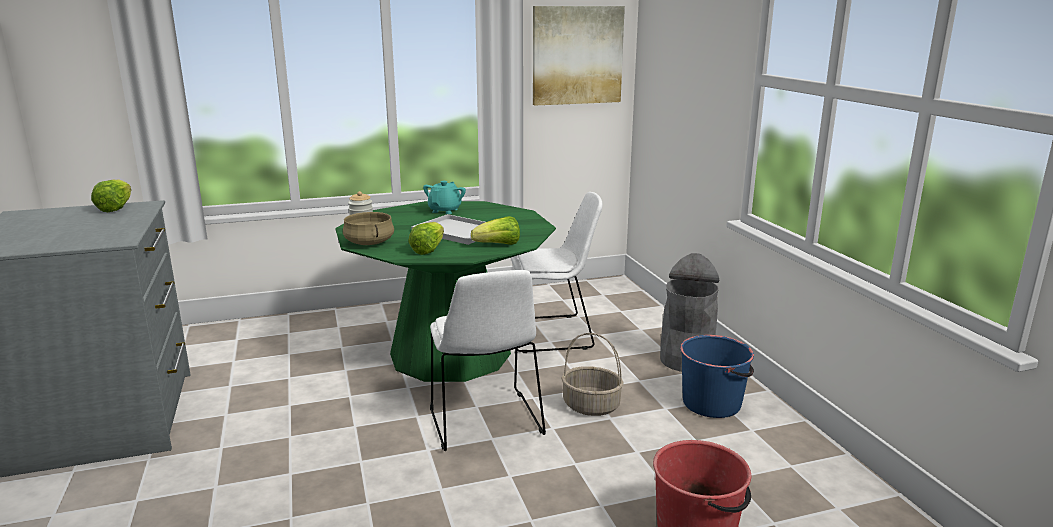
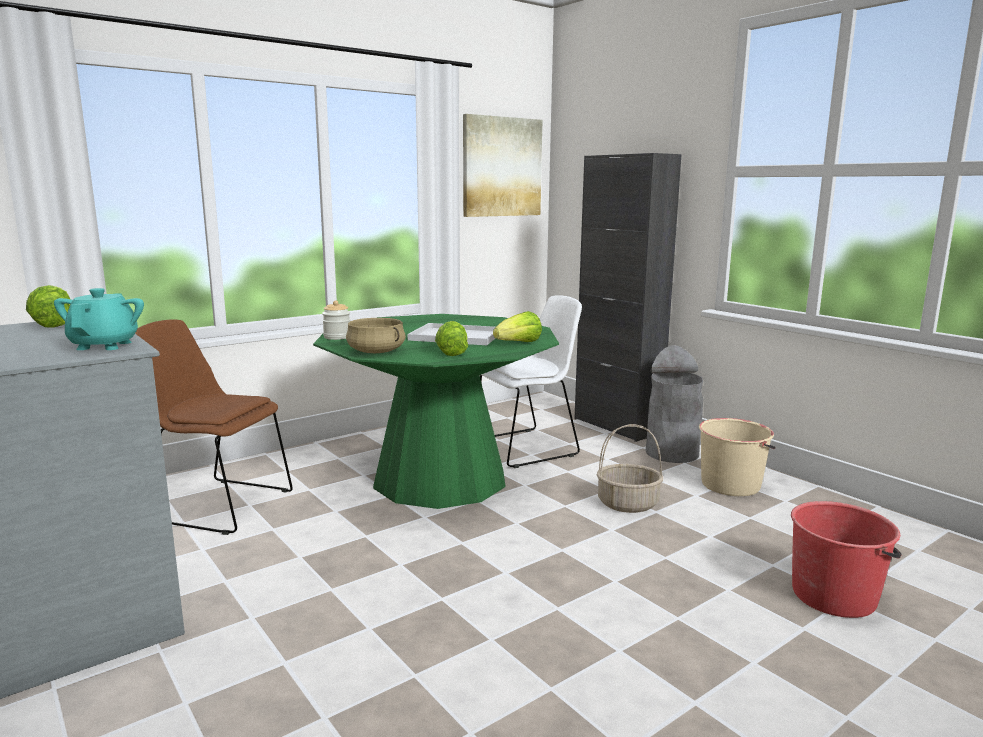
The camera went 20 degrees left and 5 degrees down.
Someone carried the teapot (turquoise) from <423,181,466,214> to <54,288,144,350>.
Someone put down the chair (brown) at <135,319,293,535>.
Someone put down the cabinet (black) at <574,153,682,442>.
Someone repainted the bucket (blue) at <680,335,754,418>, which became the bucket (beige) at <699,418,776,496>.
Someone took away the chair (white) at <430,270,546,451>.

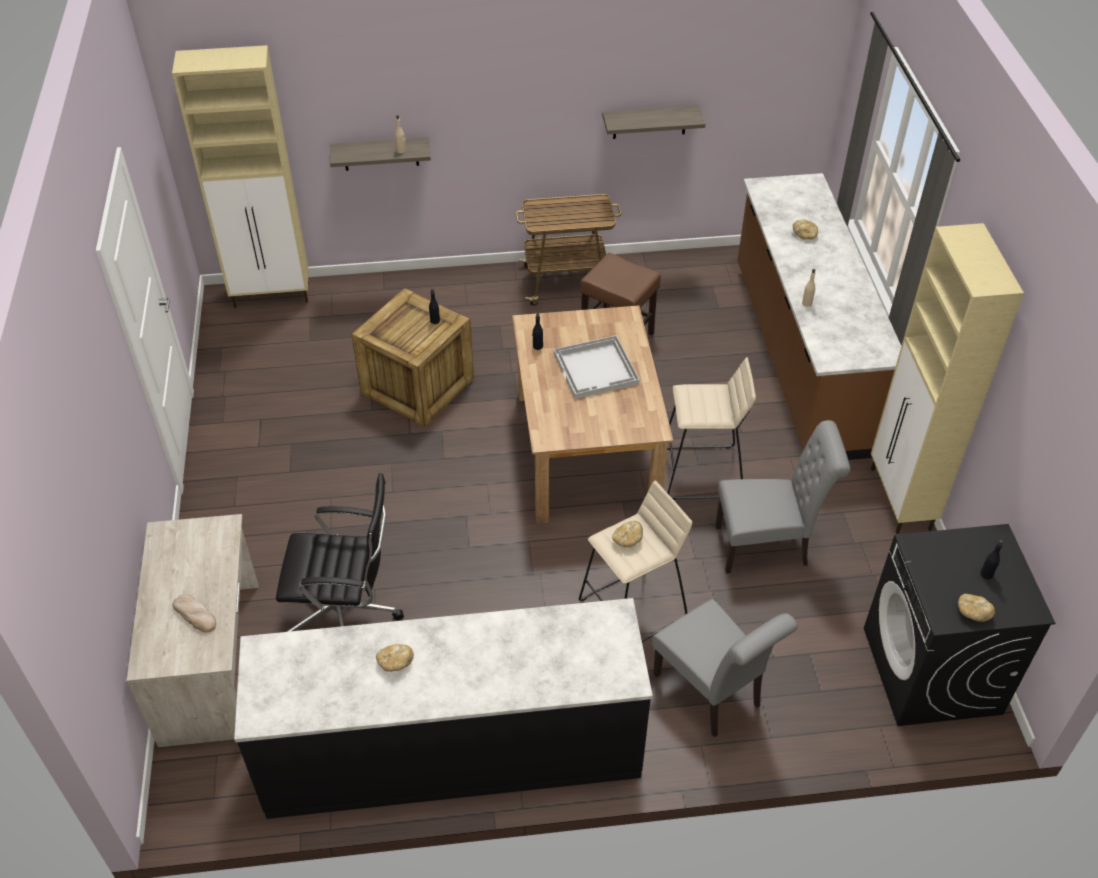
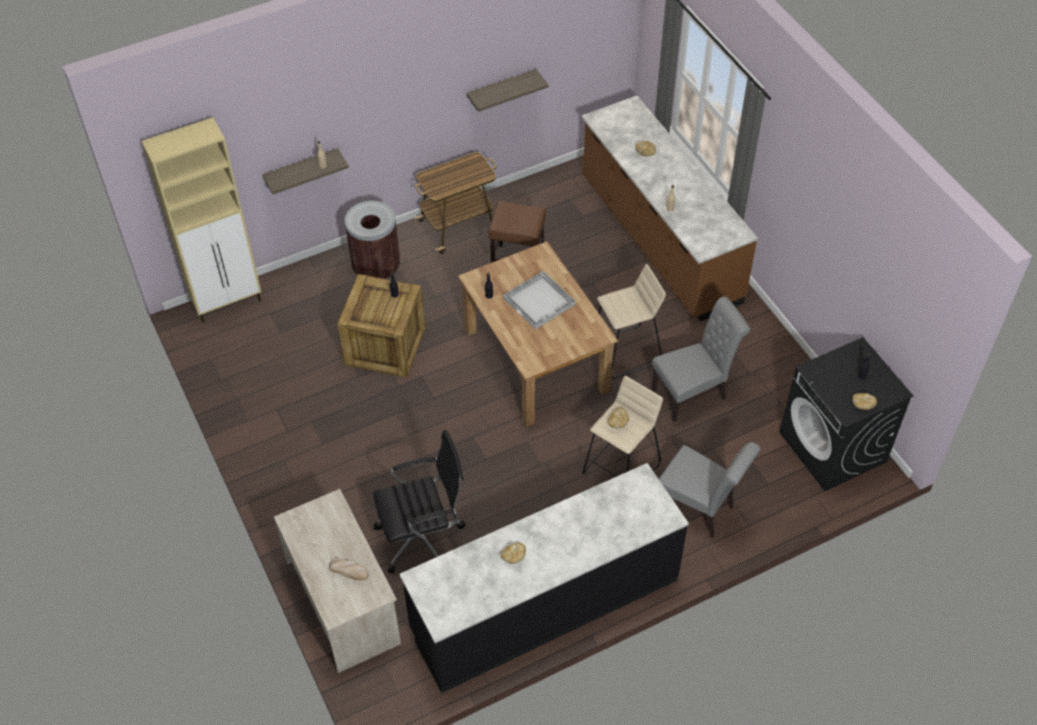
The camera went 20 degrees left and 5 degrees up.
Someone put down the trash can (brown) at <345,201,400,279>.
Someone took away the cabinet (beige) at <871,223,1024,534>.

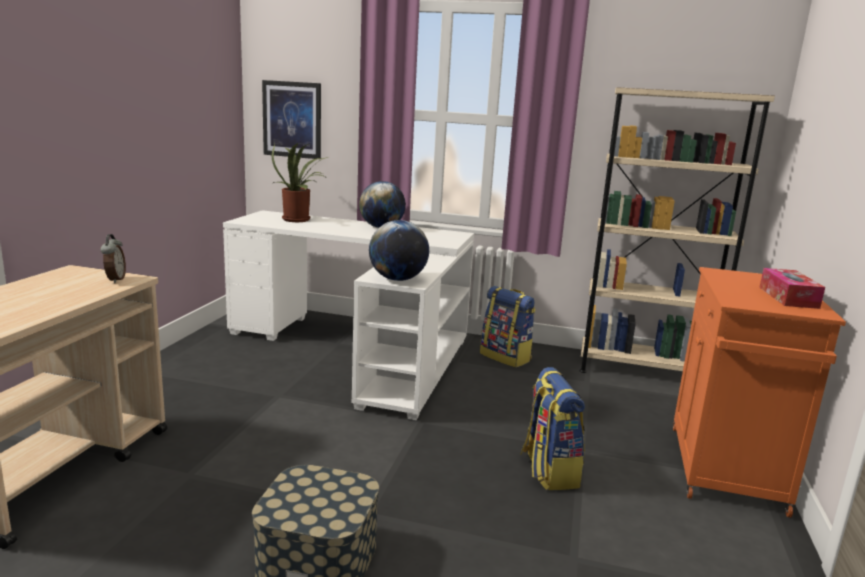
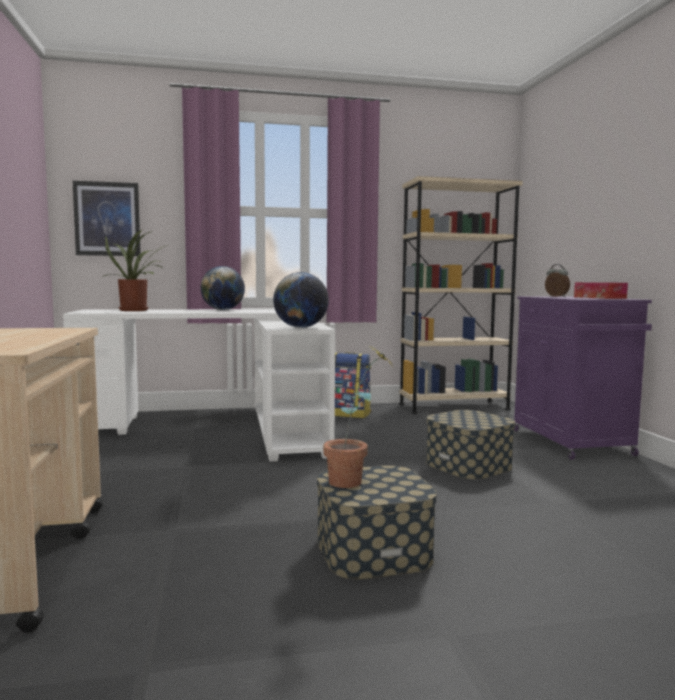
The camera went 25 degrees left and 10 degrees down.
Someone put down the potted plant at <323,346,392,488>.
Someone swapped the backpack at <520,367,585,490> for the storage box at <426,410,515,479>.
Someone repainted the cabinet (orange) at <673,267,846,518>, which became the cabinet (purple) at <514,296,652,460>.
Someone carried the alarm clock from <100,234,126,283> to <545,264,570,297>.

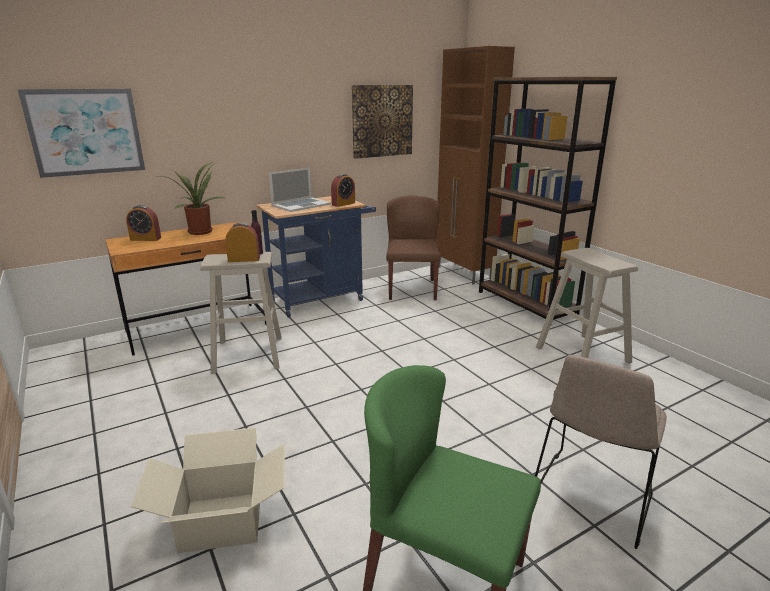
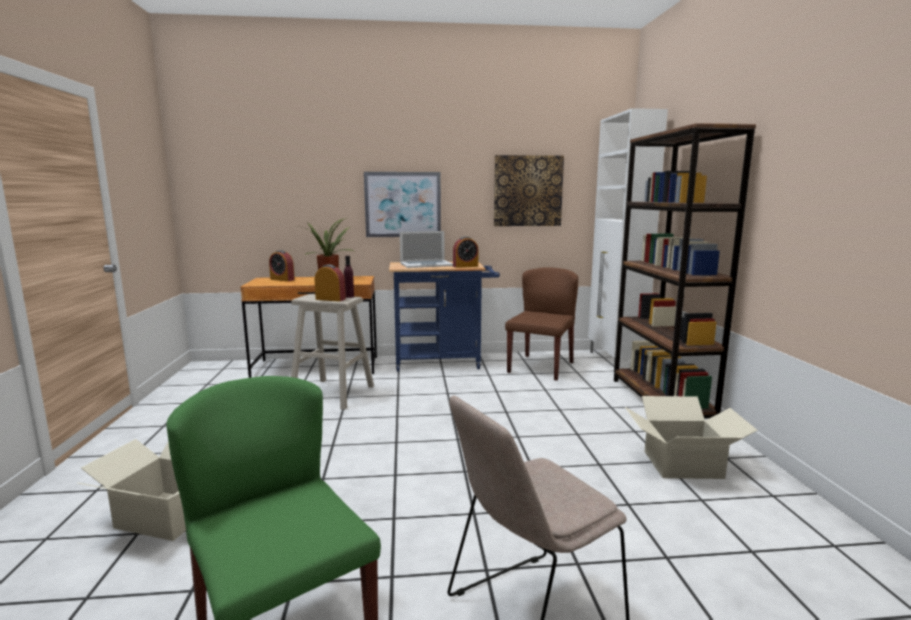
The camera went 25 degrees right and 10 degrees down.
Someone carried the picture from <18,89,145,178> to <364,172,441,237>.
Someone repainted the cabinet (brown) at <436,46,515,284>, which became the cabinet (white) at <588,108,668,369>.
Someone swapped the stool (beige) at <536,248,638,364> for the cardboard box at <625,396,758,479>.

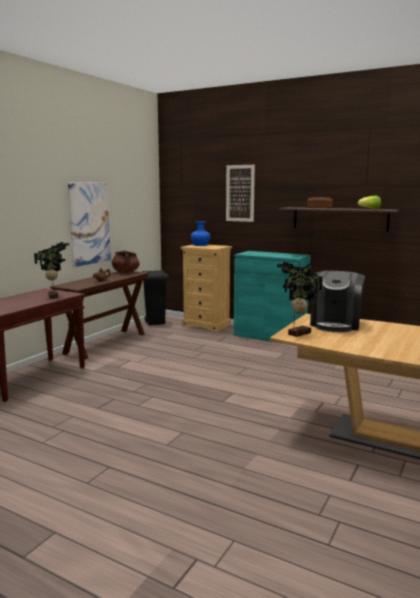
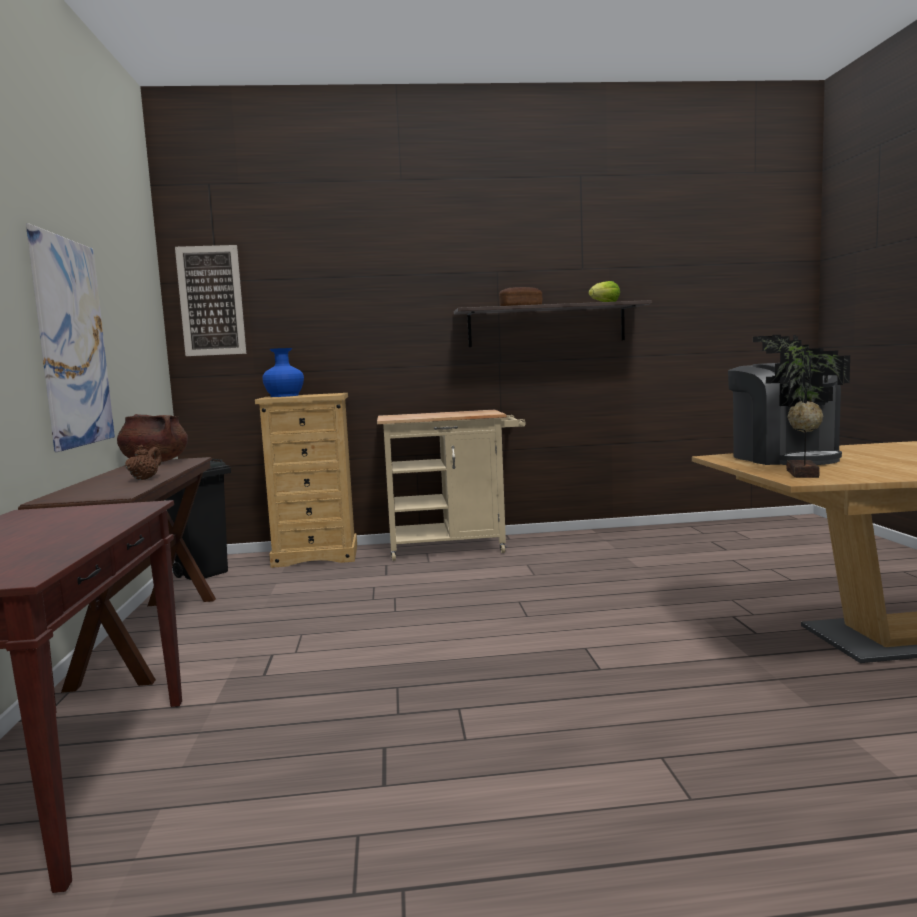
The camera went 35 degrees left and 5 degrees down.
Someone carried the picture from <226,165,255,222> to <175,245,246,356>.
Someone swapped the cabinet (turquoise) at <233,251,311,343> for the cart (beige) at <377,410,526,561>.
Someone took away the potted plant at <34,242,69,299>.

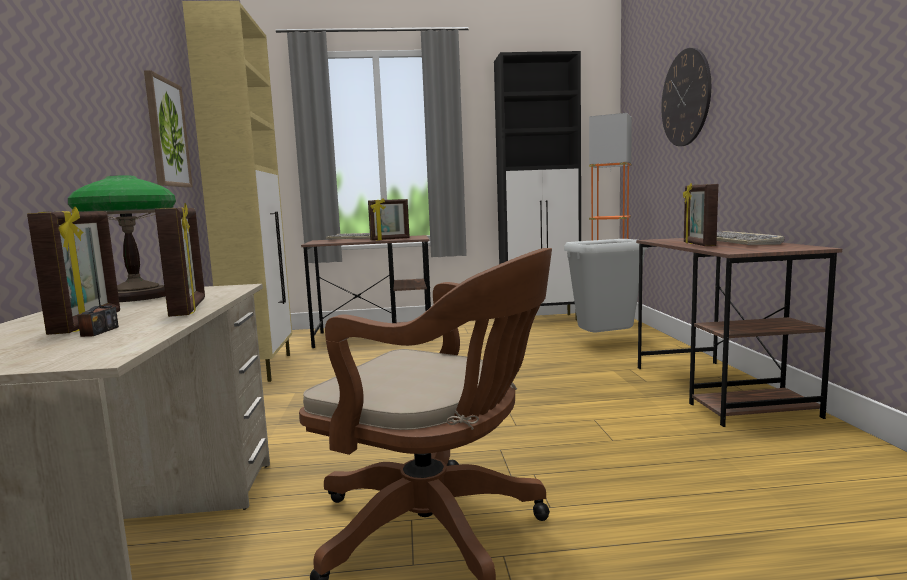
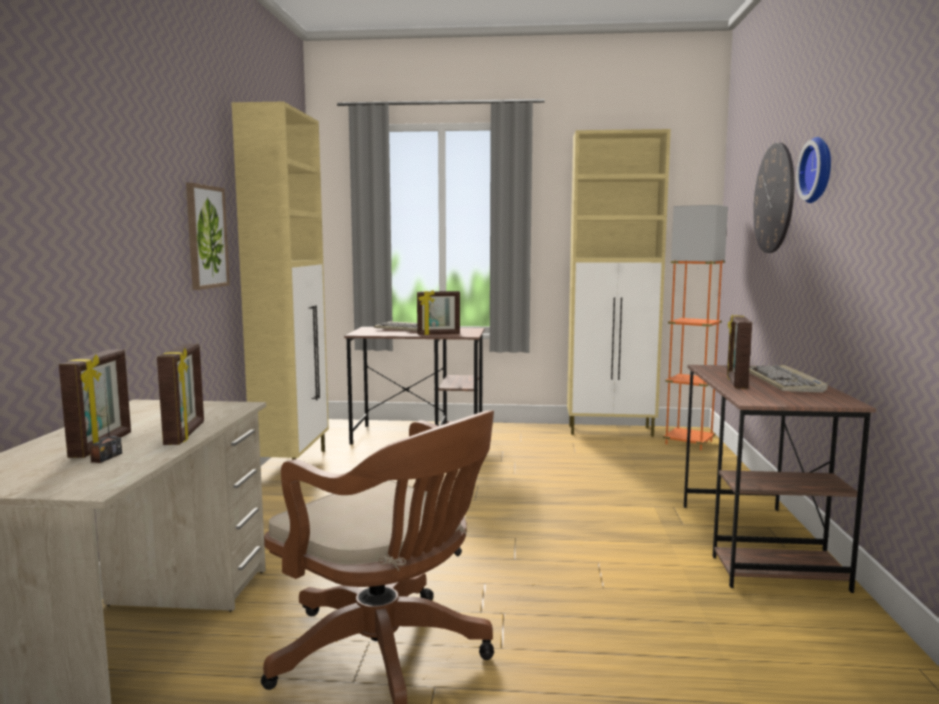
The camera went 10 degrees right and 0 degrees up.
Someone repainted the cabinet (black) at <494,51,581,321>, which became the cabinet (beige) at <567,129,671,437>.
Someone put up the wall clock at <796,137,831,203>.
Someone took away the table lamp at <68,175,176,302>.
Someone took away the trash can (grey) at <564,239,648,332>.

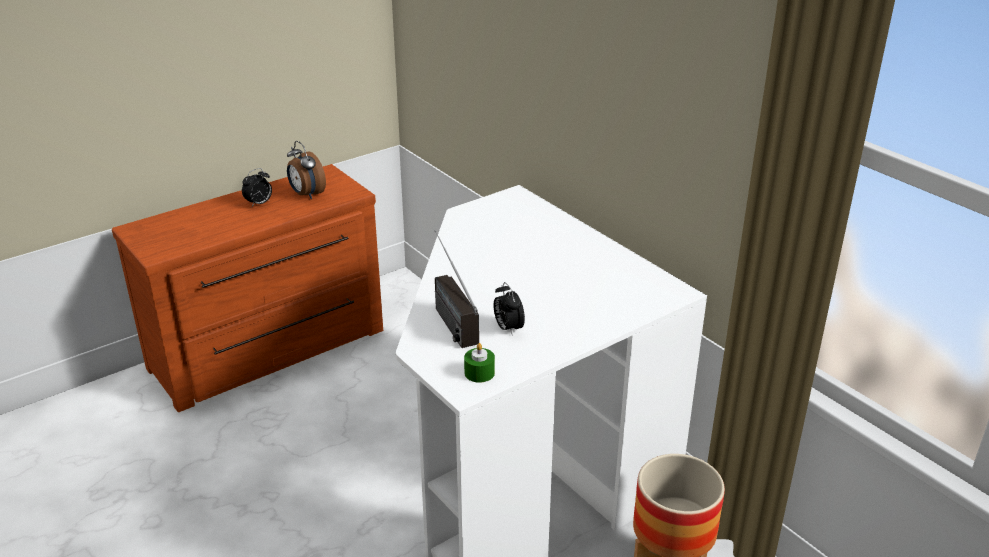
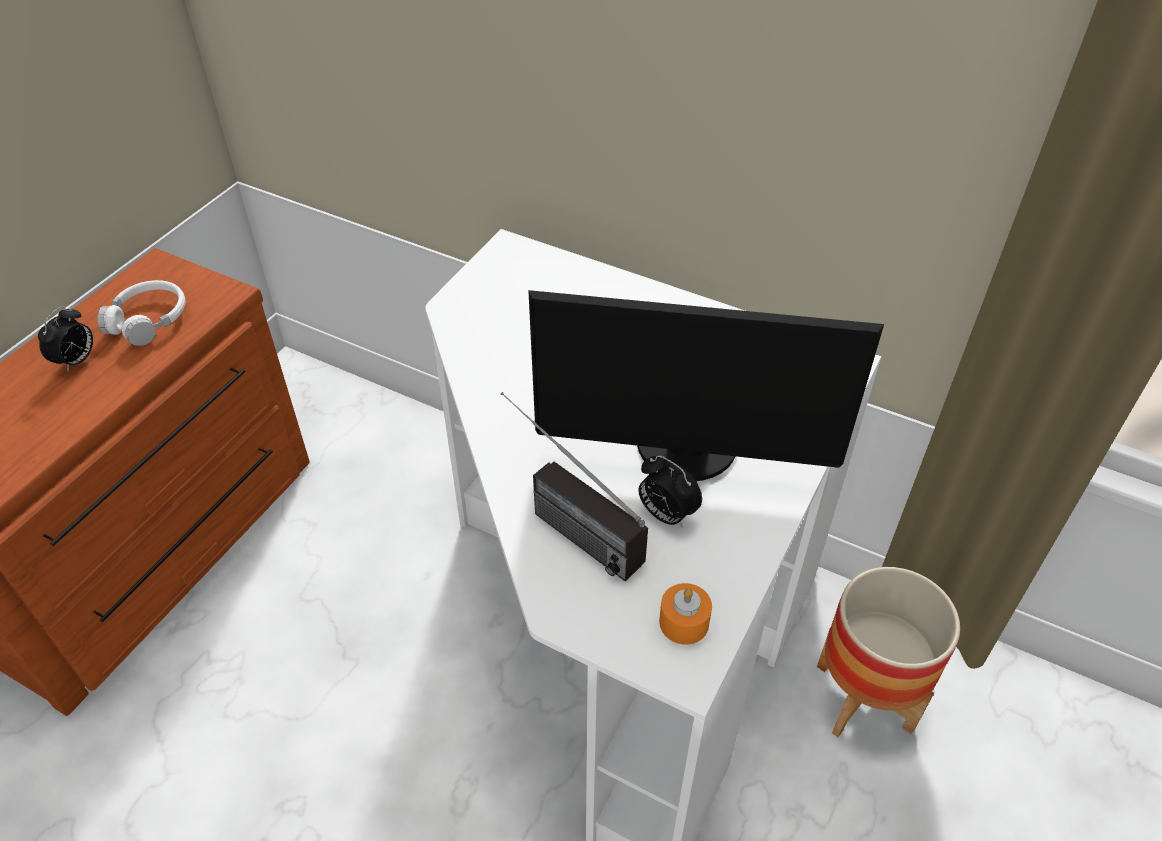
The camera went 25 degrees left and 15 degrees up.
Someone swapped the alarm clock at <287,141,326,199> for the headphones (white) at <98,280,185,346>.
Someone put down the monitor at <528,290,884,481>.
Someone repainted the candle (green) at <464,343,495,383>, which became the candle (orange) at <659,583,712,645>.

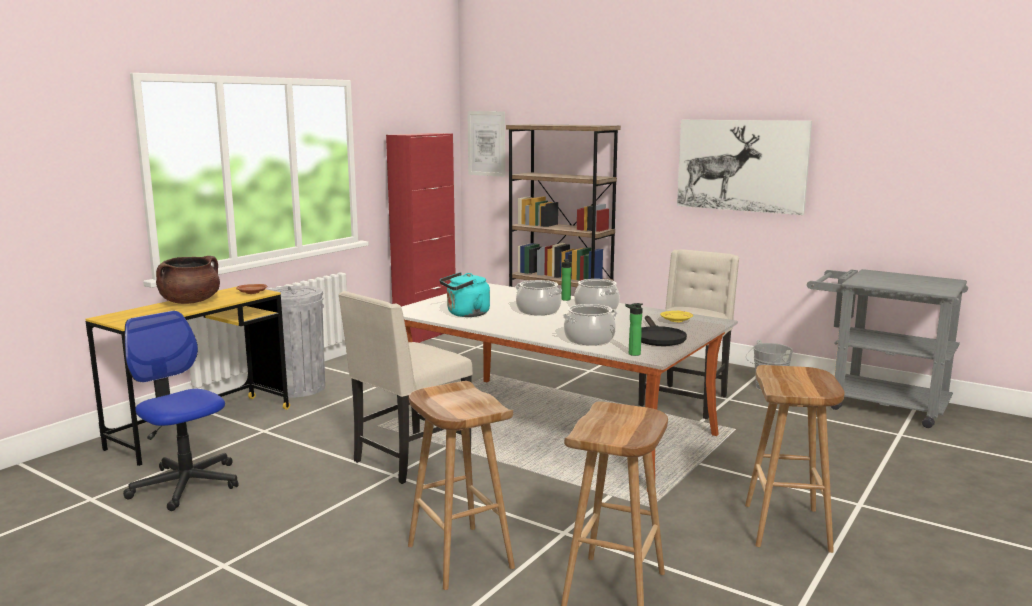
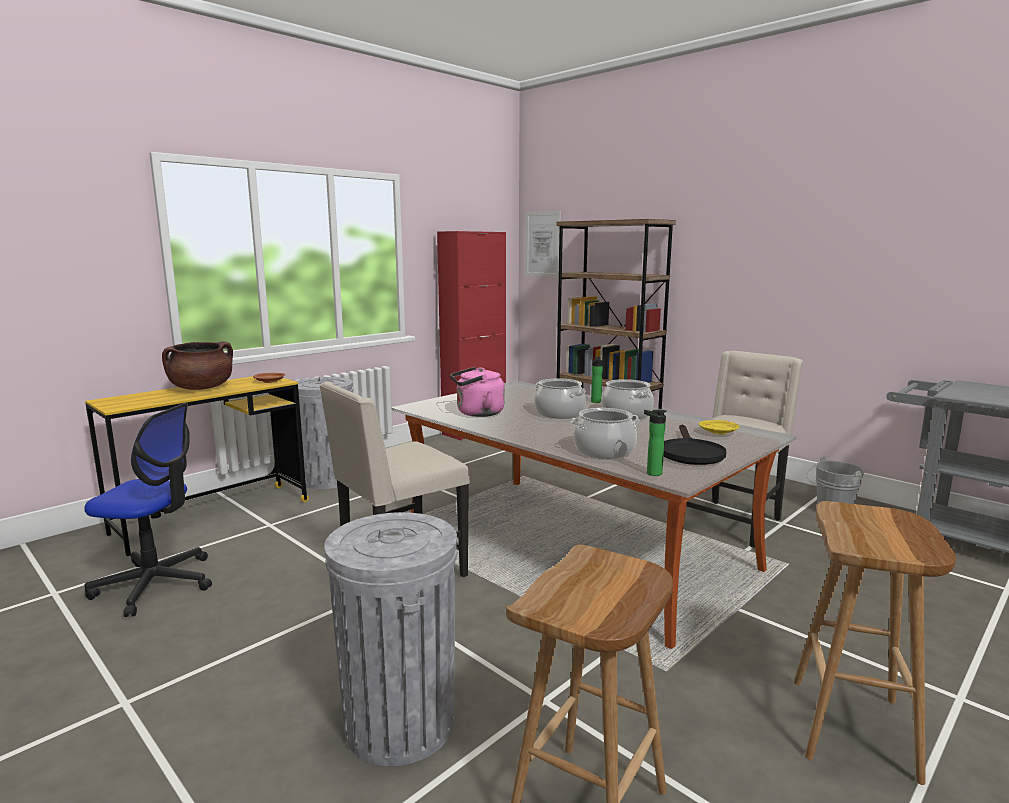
The camera went 10 degrees right and 0 degrees up.
Someone rotated the office chair at <123,311,239,511> by 135 degrees clockwise.
Someone swapped the stool (brown) at <408,381,515,590> for the trash can (grey) at <324,512,457,766>.
Someone repainted the kettle (turquoise) at <440,272,490,317>, which became the kettle (pink) at <450,367,504,417>.
Someone took away the picture at <677,120,812,215>.

